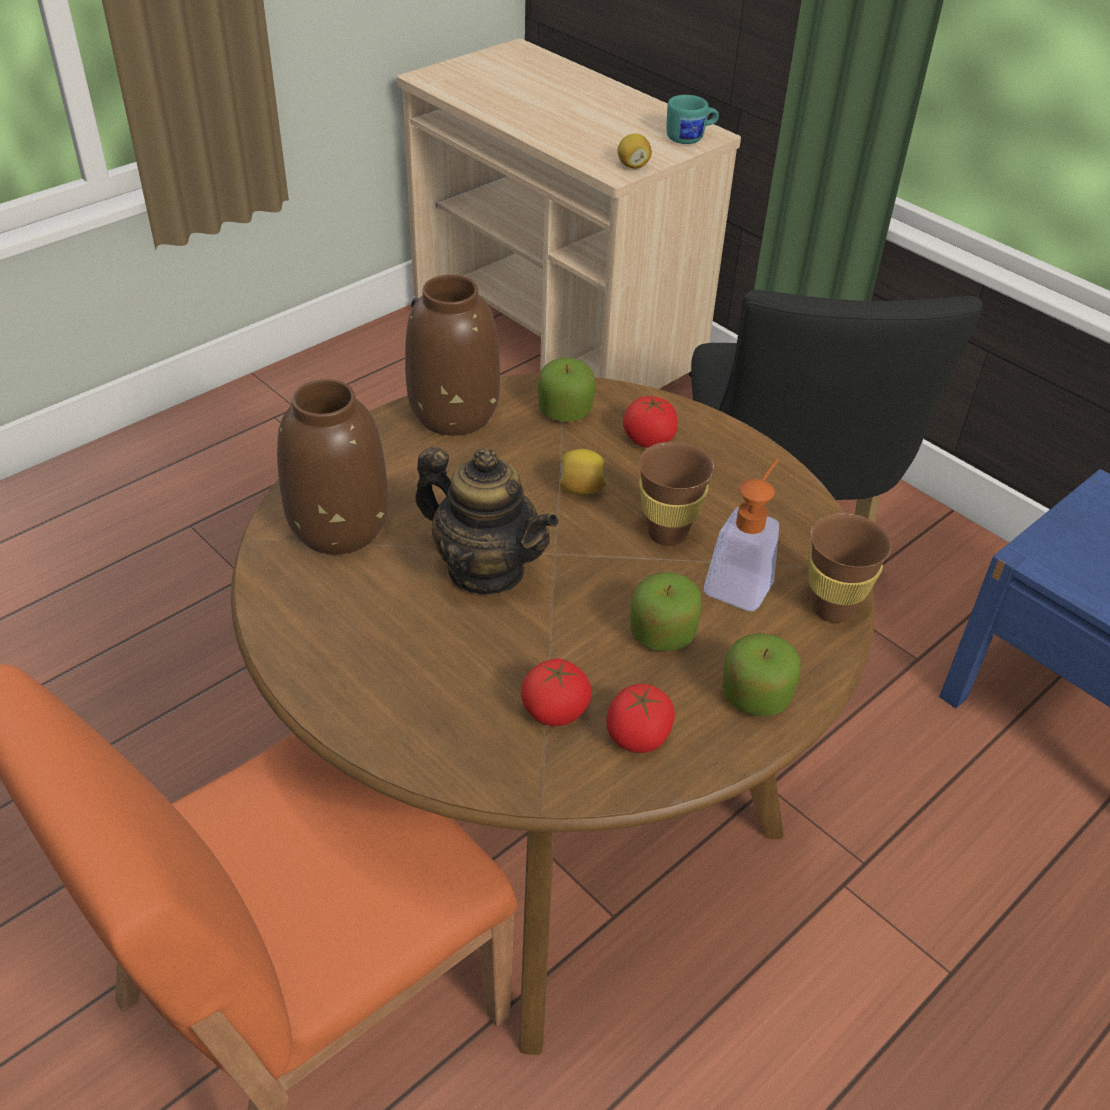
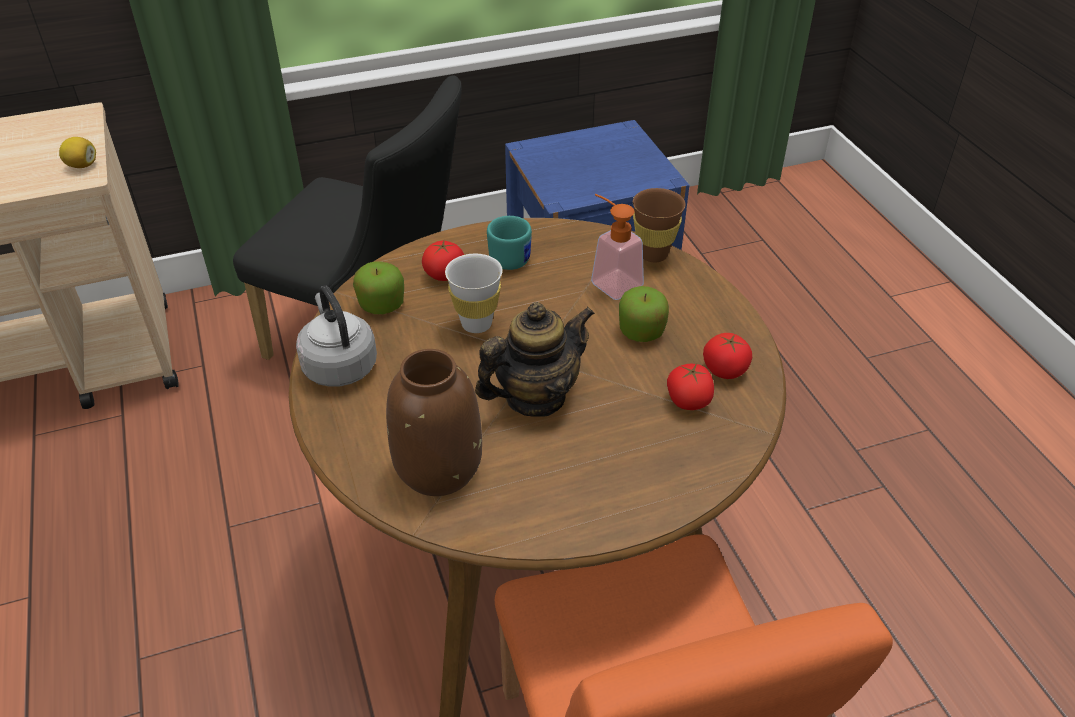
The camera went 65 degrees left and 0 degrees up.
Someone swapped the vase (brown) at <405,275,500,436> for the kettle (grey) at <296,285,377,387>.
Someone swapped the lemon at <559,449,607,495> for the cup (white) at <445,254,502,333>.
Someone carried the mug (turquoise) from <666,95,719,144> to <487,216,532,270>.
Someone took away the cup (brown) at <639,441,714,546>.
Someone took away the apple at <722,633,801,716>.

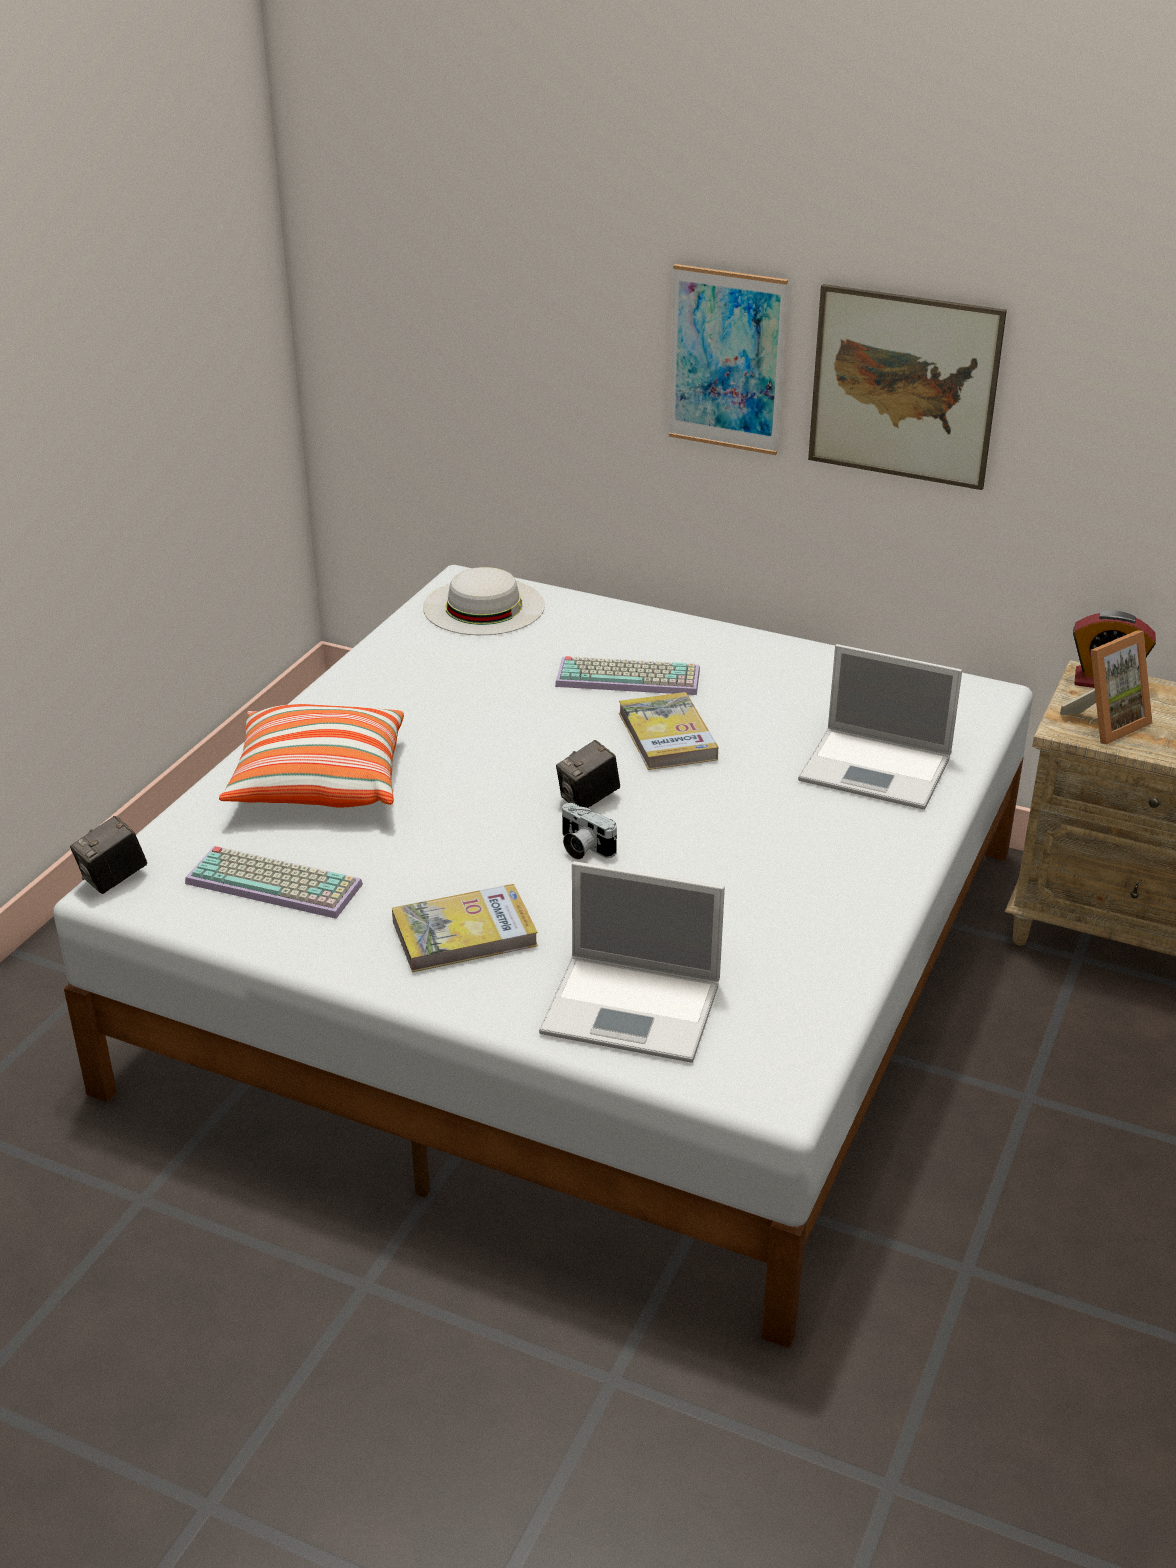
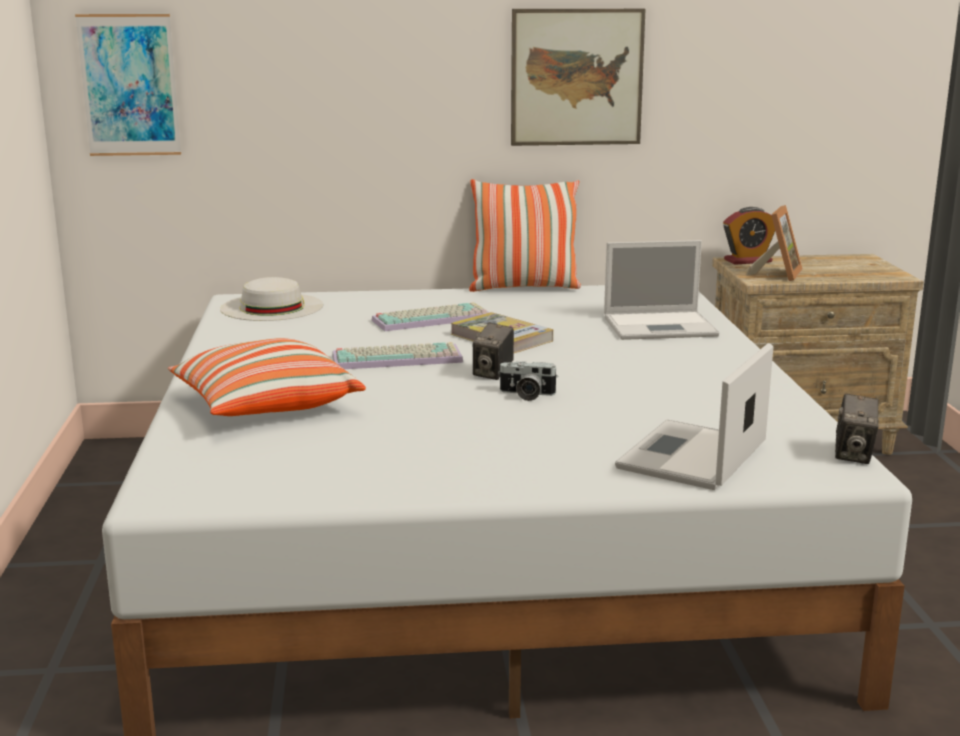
The camera went 30 degrees left and 15 degrees down.
Someone carried the picture from <669,264,788,455> to <75,14,181,156>.
Someone carried the keyboard from <185,846,363,919> to <332,342,463,369>.
Someone put down the pillow at <469,179,581,292>.
Someone rotated the laptop at <539,861,725,1063> by 135 degrees clockwise.
Someone carried the photo camera from <70,816,147,894> to <835,394,879,464>.
Someone took away the book at <392,884,538,972>.

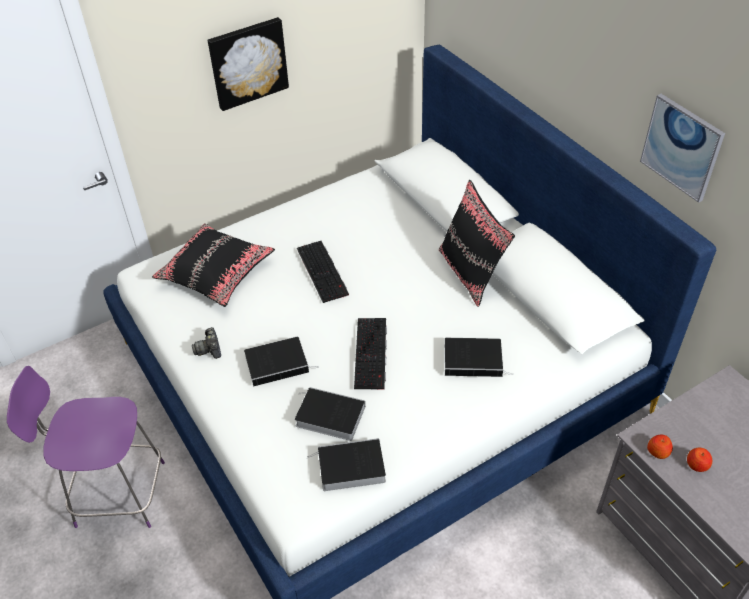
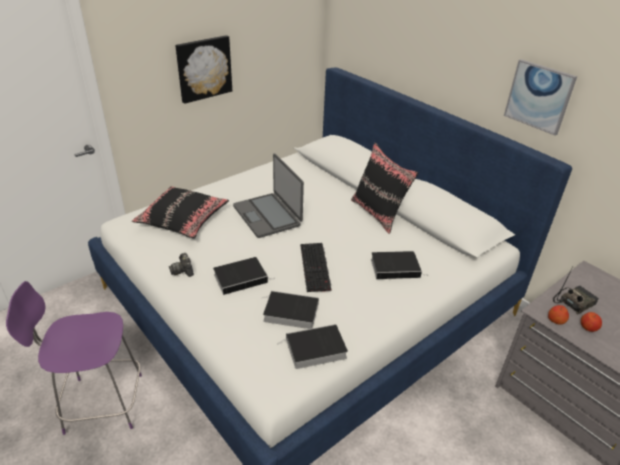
The camera went 10 degrees left and 10 degrees down.
Someone swapped the keyboard at <297,241,349,303> for the laptop at <233,153,304,238>.
Someone put down the radio at <553,266,599,314>.

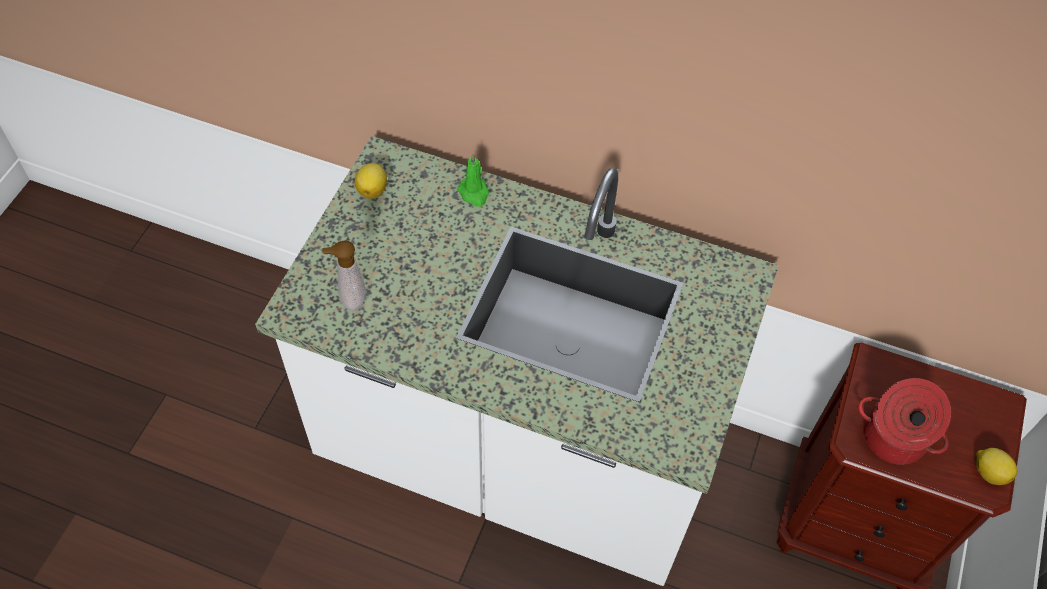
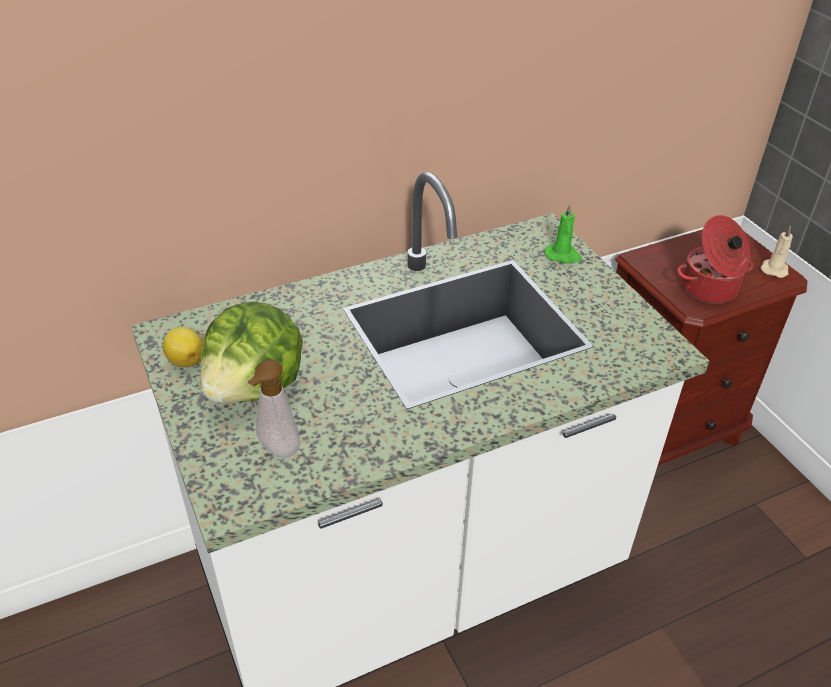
The camera went 45 degrees left and 15 degrees down.
Someone put down the lettuce at <200,302,303,403>.
Someone carried the candle (green) from <457,154,489,207> to <544,204,582,263>.
Someone swapped the lemon at <976,448,1017,485> for the candle (beige) at <761,226,793,278>.

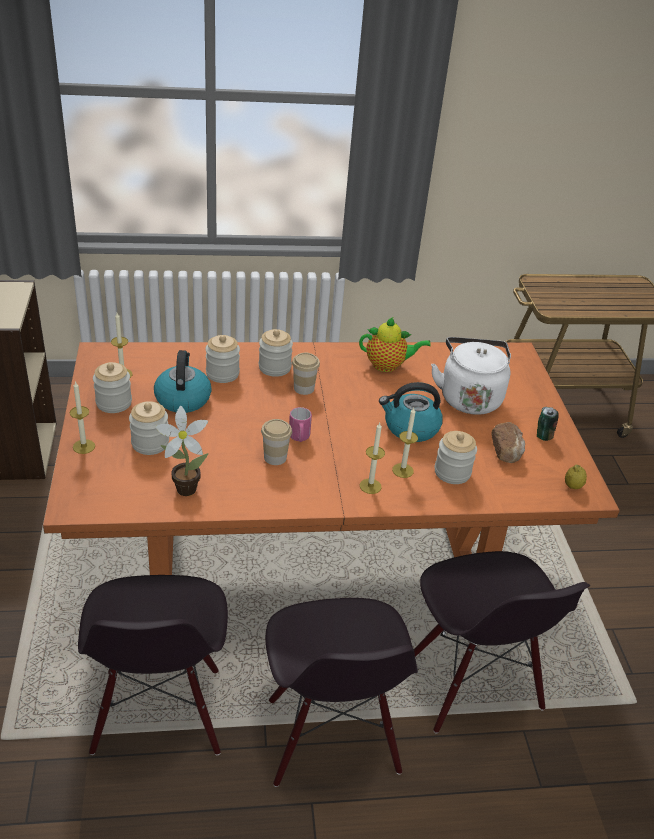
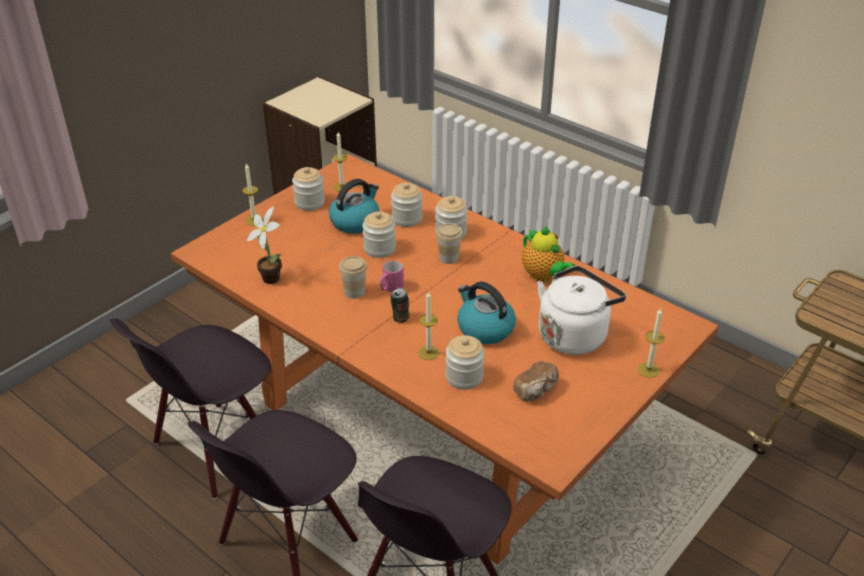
The camera went 50 degrees right and 0 degrees up.
Someone carried the jar from <129,401,169,455> to <362,211,396,258>.
Someone carried the can from <537,407,559,441> to <390,288,409,323>.
Someone carried the candle from <360,423,385,494> to <638,308,665,378>.
Someone took away the lemon at <565,465,587,489>.

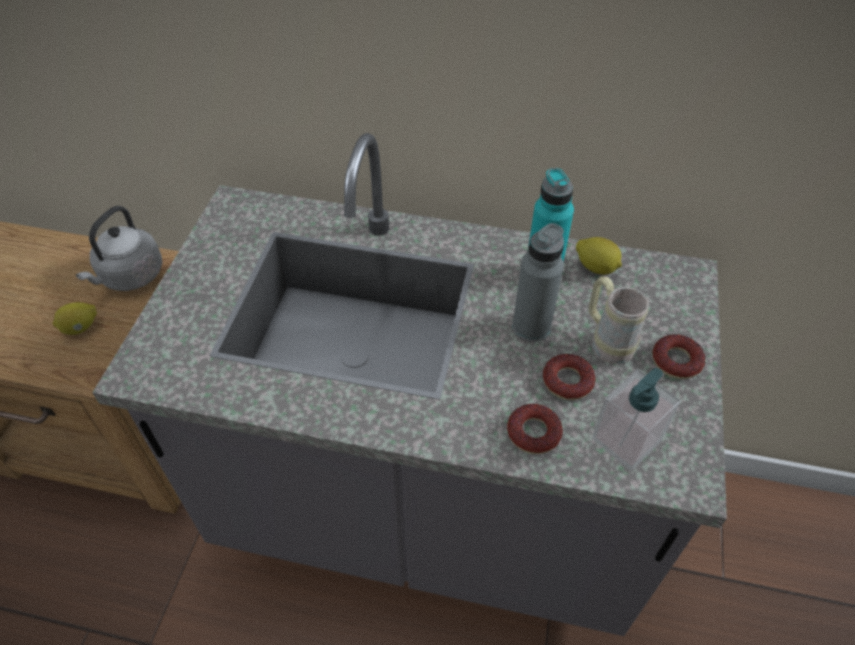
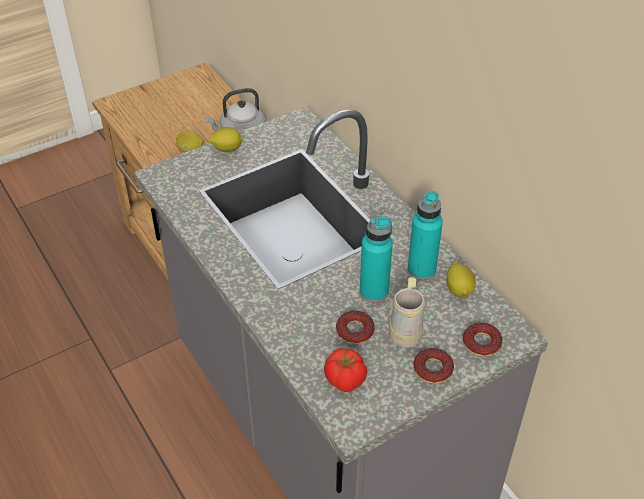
The camera went 45 degrees right and 5 degrees down.
Someone put down the lemon at <209,127,243,152>.
Someone swapped the soap dispenser at <592,368,681,471> for the tomato at <324,348,367,392>.
Someone repainted the bottle (grey) at <512,223,564,342>, which became the bottle (turquoise) at <360,217,393,302>.
Someone carried the donut from <507,404,563,454> to <463,322,502,357>.

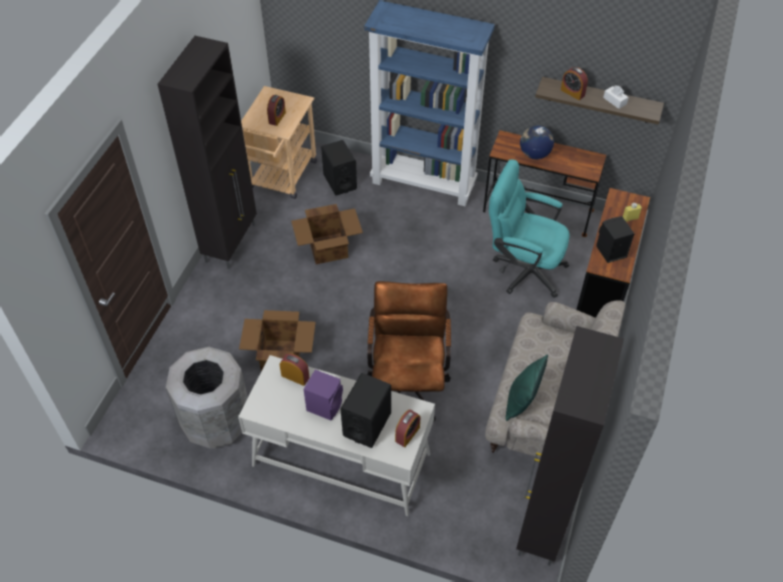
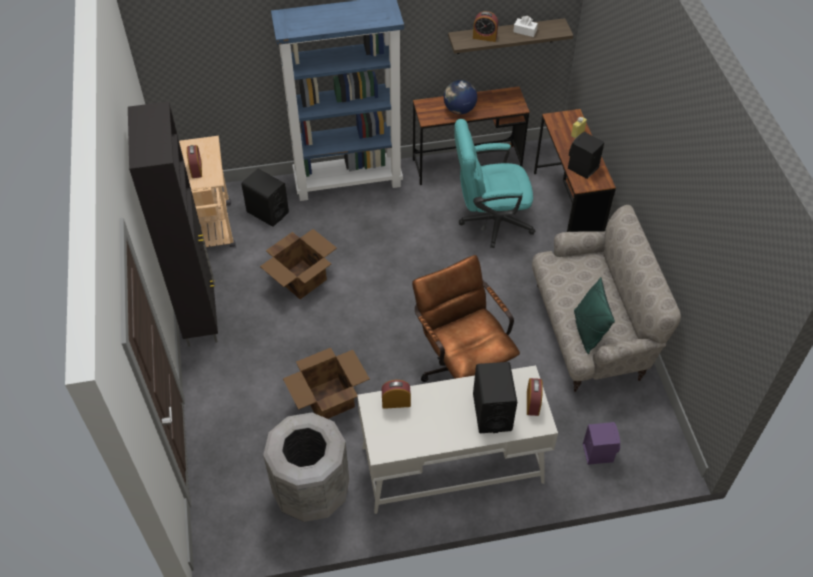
The camera went 30 degrees left and 0 degrees up.
Someone carried the speaker (purple) from <303,370,343,420> to <583,422,620,465>.
Someone took away the cabinet (black) at <516,326,624,566>.

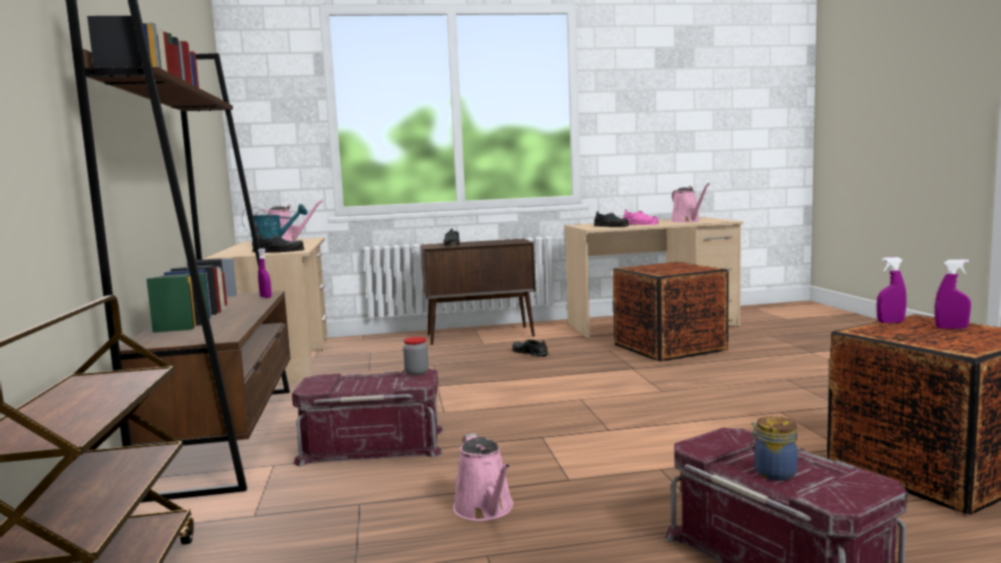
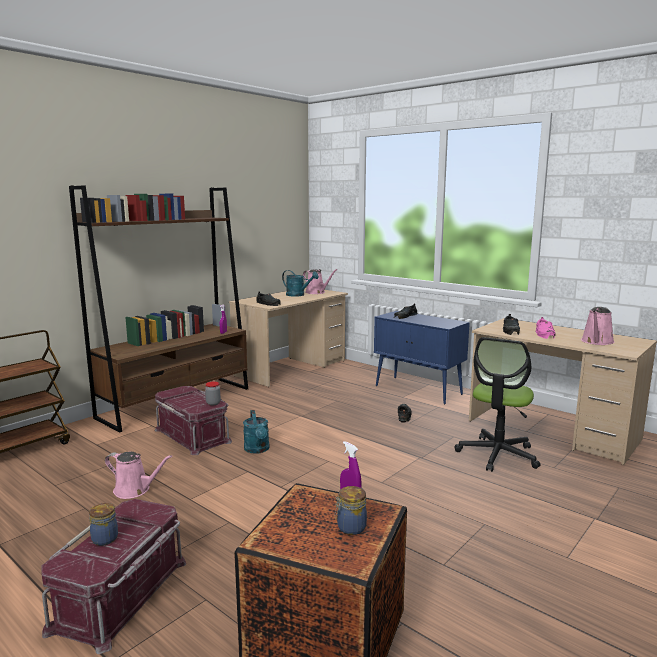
The camera went 50 degrees right and 5 degrees up.
Someone rotated the watering can (pink) at <453,433,513,521> by 105 degrees counterclockwise.
Someone put down the watering can (turquoise) at <243,410,269,454>.
Someone swapped the spray bottle (purple) at <935,259,971,329> for the jar at <335,486,367,535>.
Someone repainted the cabinet (brown) at <420,239,536,345>, which became the cabinet (blue) at <374,311,470,405>.
Someone swapped the crate at <613,262,729,361> for the office chair at <455,337,541,472>.

